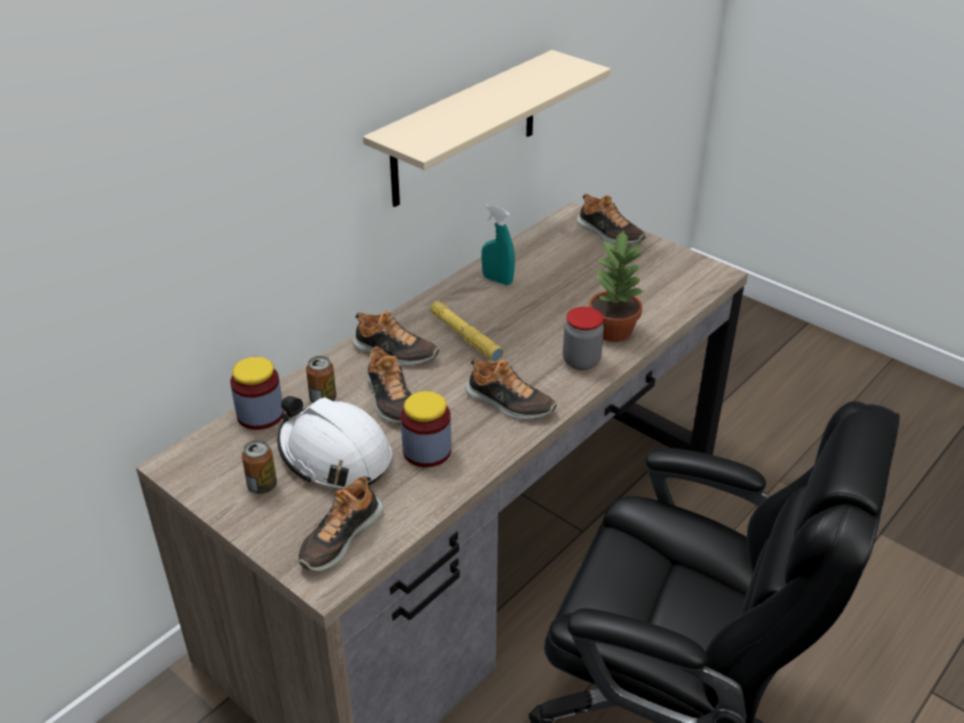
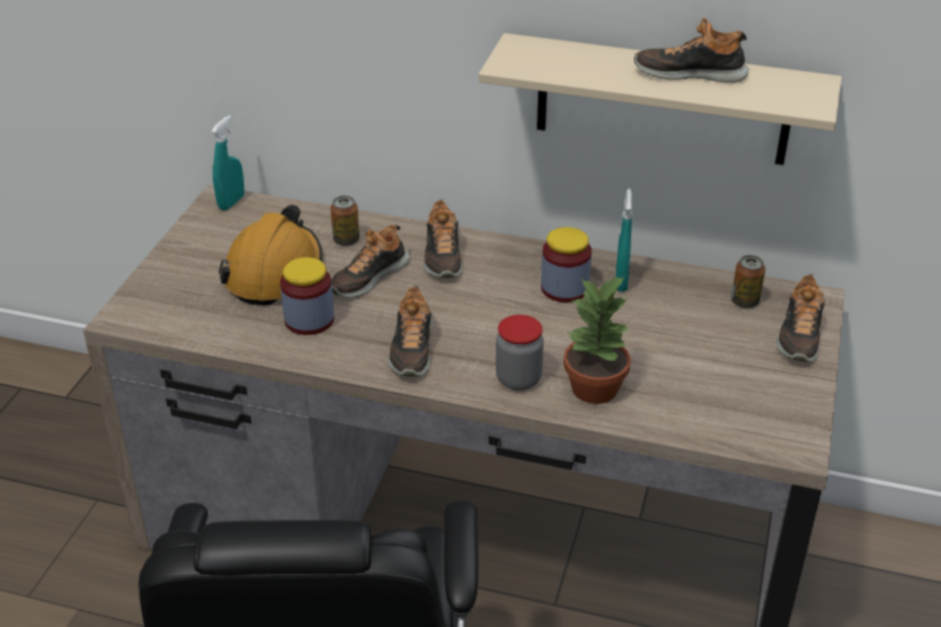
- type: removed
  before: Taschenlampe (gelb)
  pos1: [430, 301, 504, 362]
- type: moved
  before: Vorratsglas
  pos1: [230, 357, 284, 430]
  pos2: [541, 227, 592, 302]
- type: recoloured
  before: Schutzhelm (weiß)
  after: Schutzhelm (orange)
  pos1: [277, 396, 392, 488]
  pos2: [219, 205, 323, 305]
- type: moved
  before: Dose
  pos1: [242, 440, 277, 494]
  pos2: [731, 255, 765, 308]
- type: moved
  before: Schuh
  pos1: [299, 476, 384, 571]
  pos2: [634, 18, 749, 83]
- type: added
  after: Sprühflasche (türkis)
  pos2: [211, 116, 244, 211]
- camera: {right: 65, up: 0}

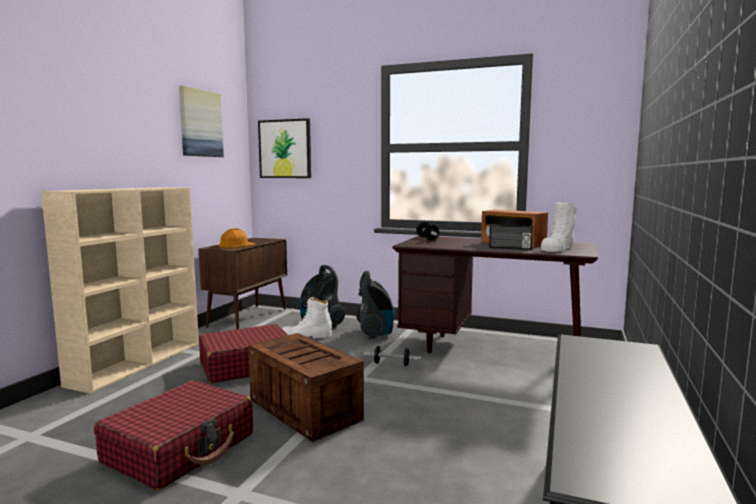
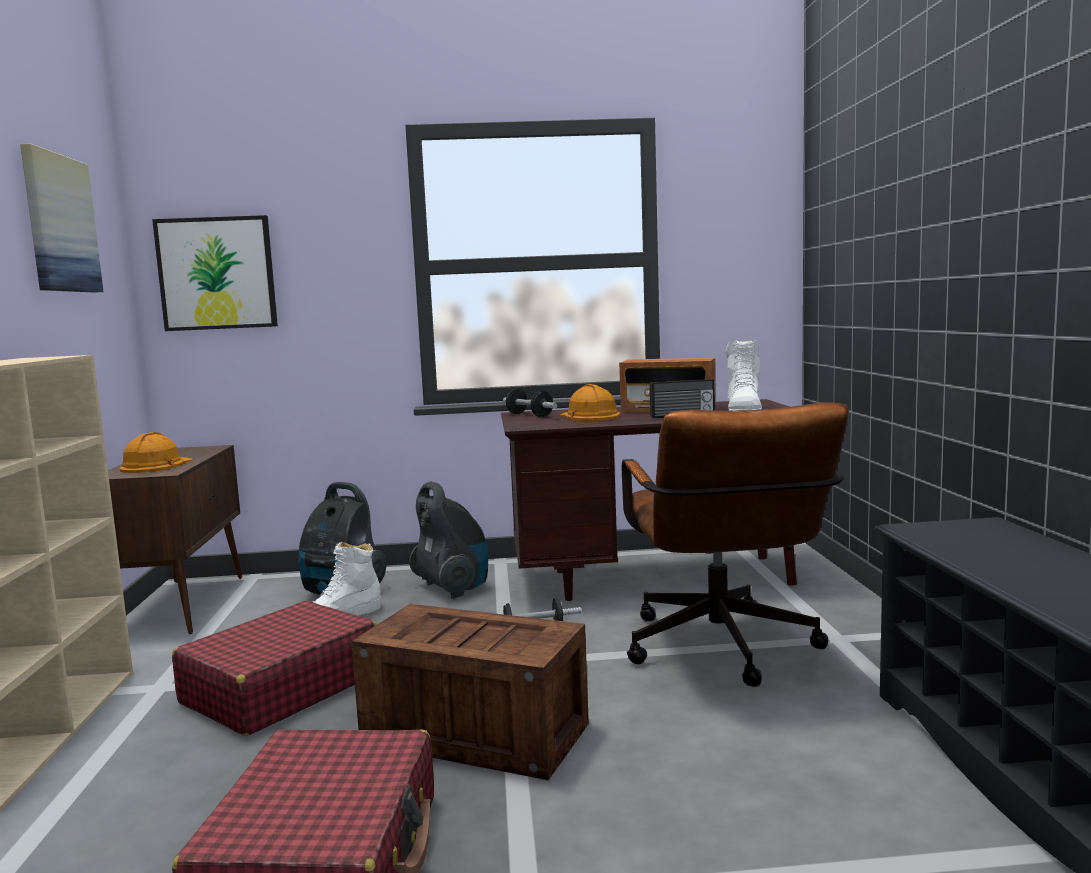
- type: added
  after: Schutzhelm (orange)
  pos2: [560, 384, 621, 421]
- type: added
  after: Bürostuhl (braun)
  pos2: [622, 402, 849, 687]
- camera: {right: -25, up: 0}

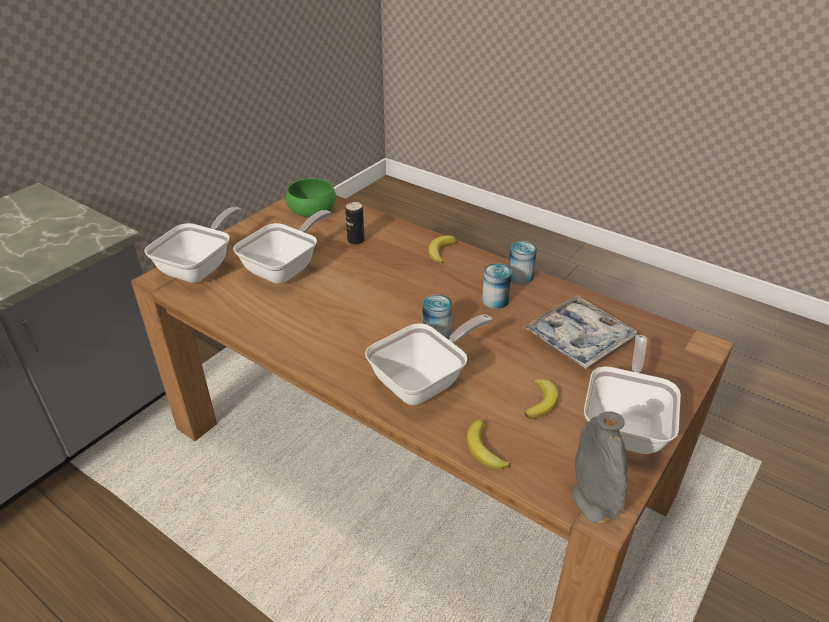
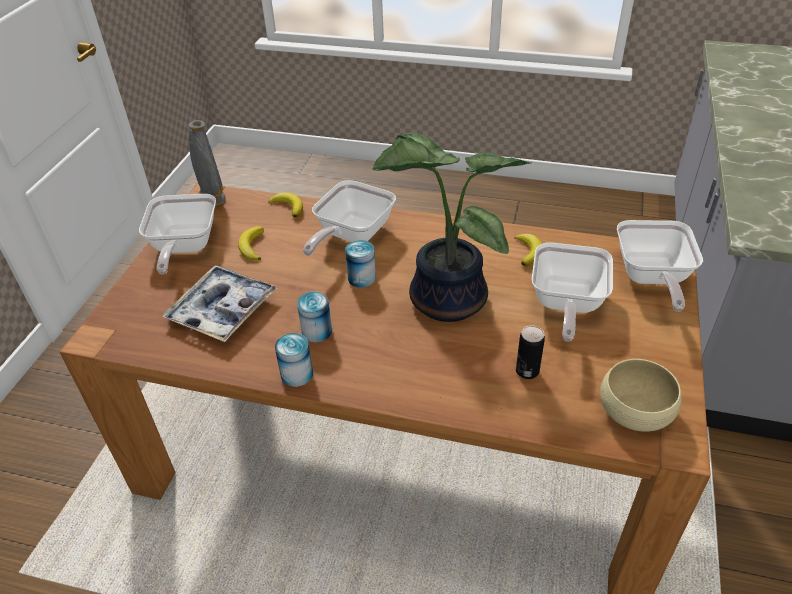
- type: recoloured
  before: Schüssel (grün)
  after: Schüssel (beige)
  pos1: [286, 178, 336, 217]
  pos2: [600, 359, 682, 432]
- type: moved
  before: Banane
  pos1: [428, 236, 456, 264]
  pos2: [515, 234, 541, 267]
- type: added
  after: Topfpflanze
  pos2: [372, 132, 532, 322]
- camera: {right: 160, up: 5}

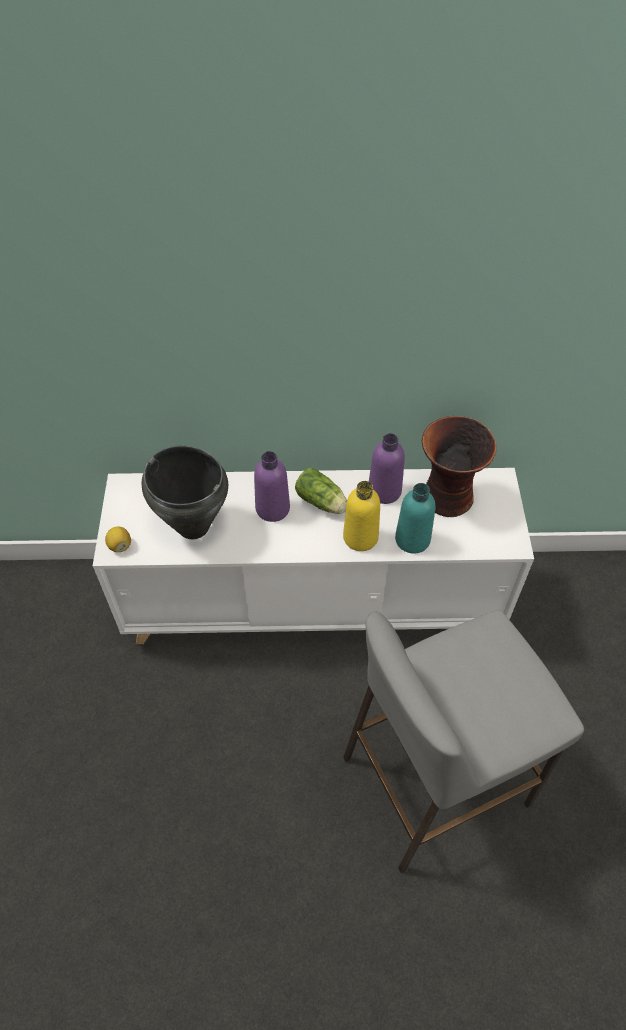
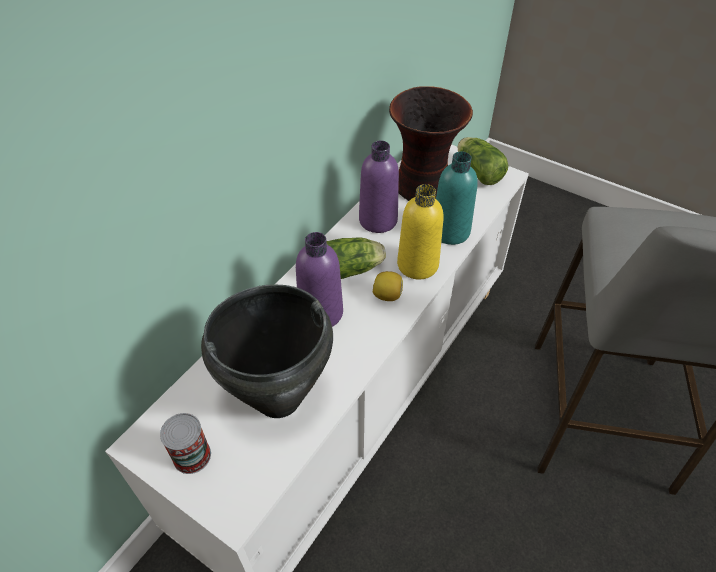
- type: moved
  before: Zitrone
  pos1: [105, 527, 131, 552]
  pos2: [373, 271, 403, 301]
- type: added
  after: Salatkopf
  pos2: [458, 137, 509, 185]
- type: added
  after: Dose
  pos2: [160, 413, 211, 474]
- camera: {right: -55, up: -5}

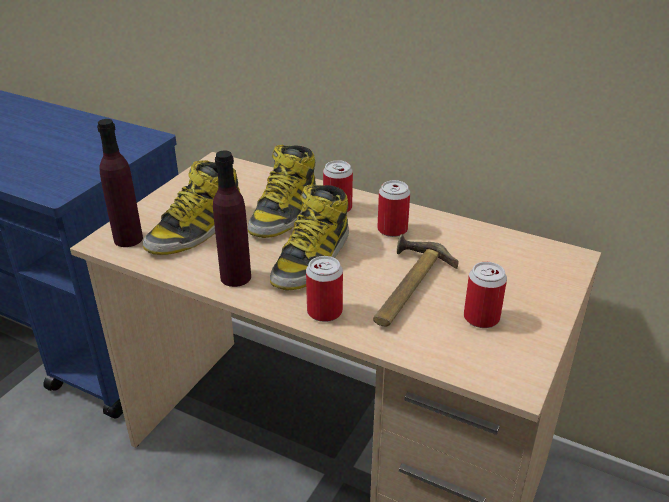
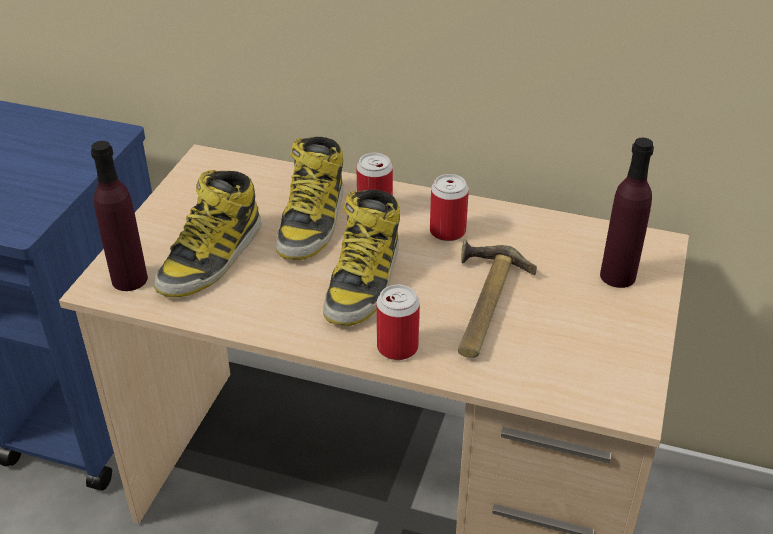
- type: moved
  before: Flasche (lila)
  pos1: [213, 151, 251, 287]
  pos2: [600, 138, 654, 288]
- type: removed
  before: Dose
  pos1: [464, 262, 507, 328]
- camera: {right: -10, up: 5}

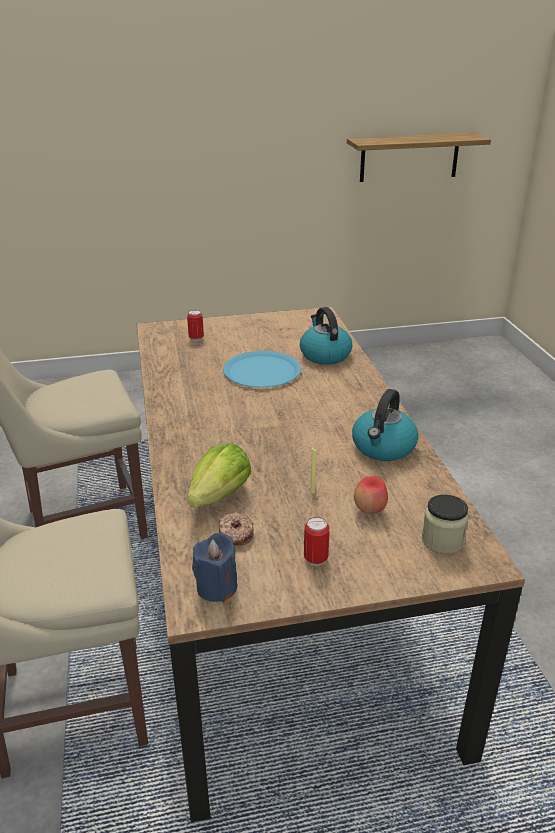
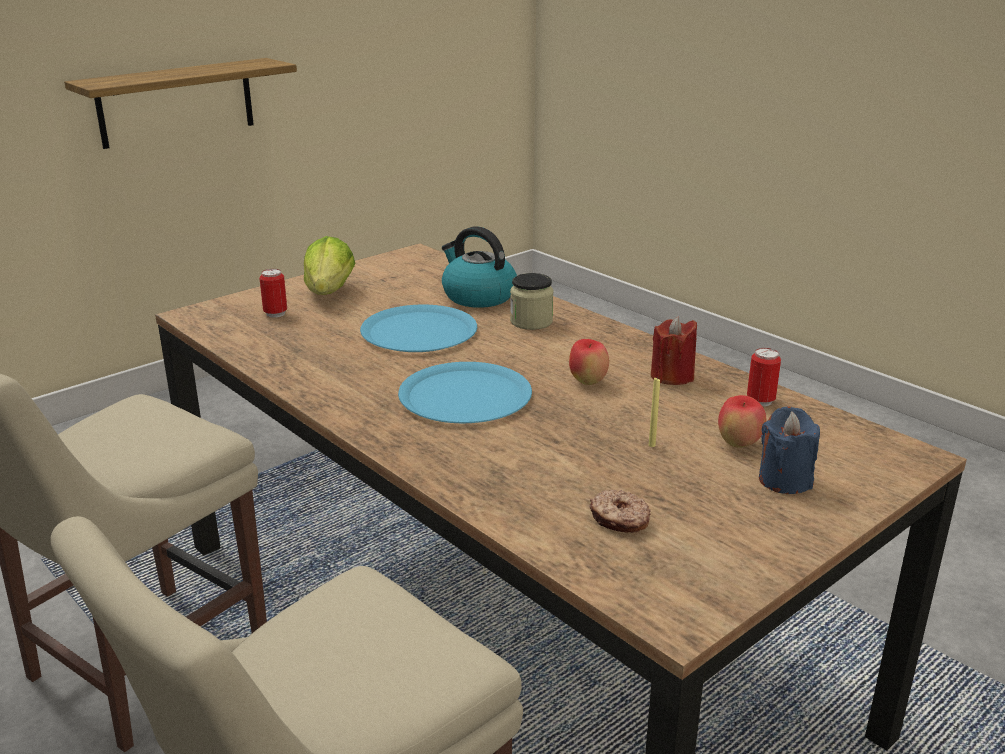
- type: moved
  before: Wandregal
  pos1: [347, 133, 491, 182]
  pos2: [64, 58, 297, 149]
- type: replaced
  before: Wasserkessel
  after: Kerze (rot)
  pos1: [352, 389, 419, 461]
  pos2: [651, 317, 697, 385]
- type: moved
  before: Salatkopf
  pos1: [187, 443, 251, 508]
  pos2: [304, 236, 355, 295]
- type: moved
  before: Vorratsglas
  pos1: [422, 494, 469, 554]
  pos2: [510, 273, 554, 330]
- type: moved
  before: Dose
  pos1: [304, 517, 330, 566]
  pos2: [747, 348, 781, 407]
- type: moved
  before: Kerze (blau)
  pos1: [192, 533, 237, 602]
  pos2: [759, 406, 820, 494]
- type: added
  after: Apfel
  pos2: [569, 339, 609, 385]
- type: added
  after: Teller (blau)
  pos2: [398, 362, 532, 423]
- camera: {right: -30, up: -5}

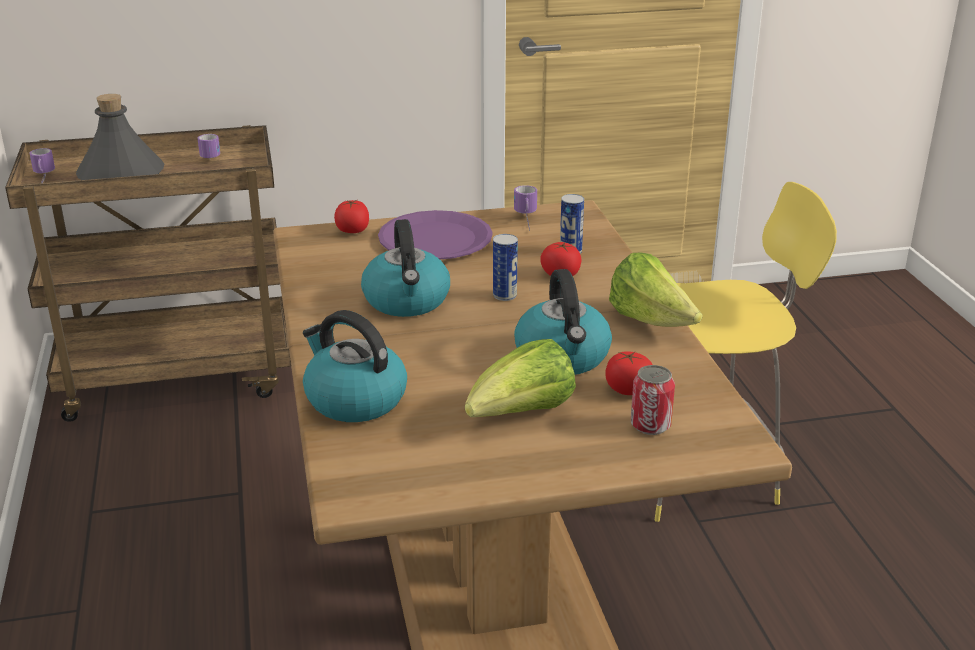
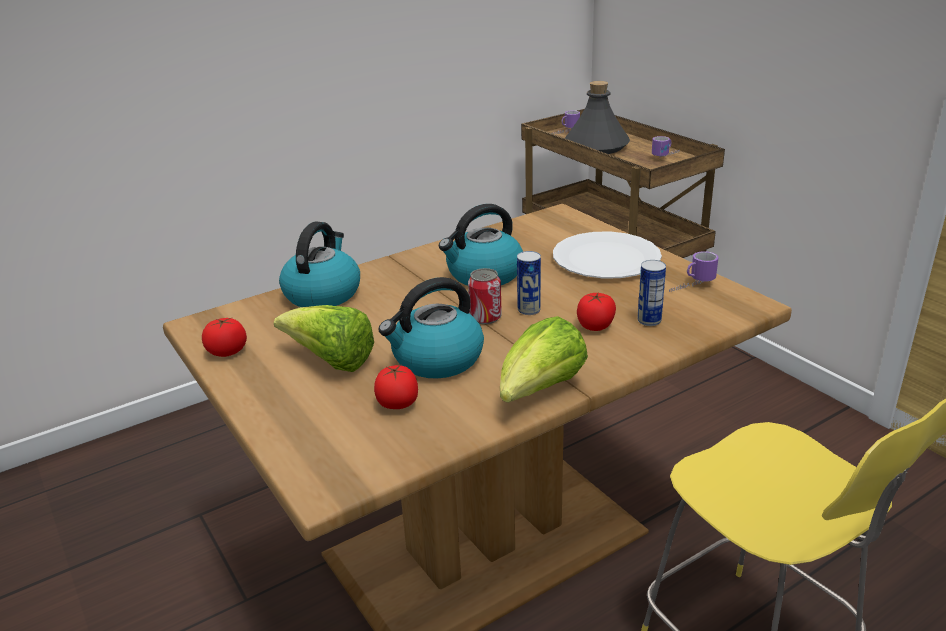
- type: moved
  before: Tomate
  pos1: [334, 200, 369, 233]
  pos2: [202, 318, 247, 357]
- type: recoloured
  before: Teller (lila)
  after: Teller (weiß)
  pos1: [378, 210, 493, 259]
  pos2: [553, 232, 662, 278]
- type: moved
  before: Dose
  pos1: [631, 365, 675, 435]
  pos2: [468, 268, 502, 324]
- camera: {right: 70, up: 0}

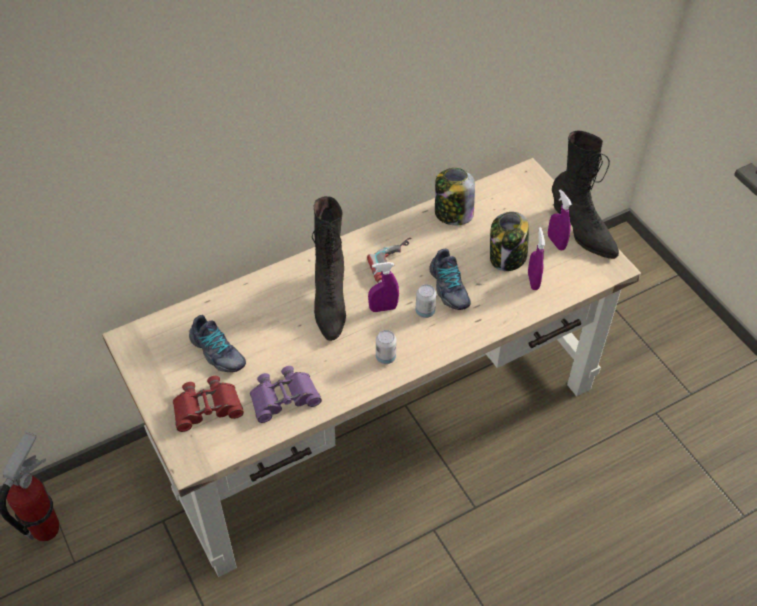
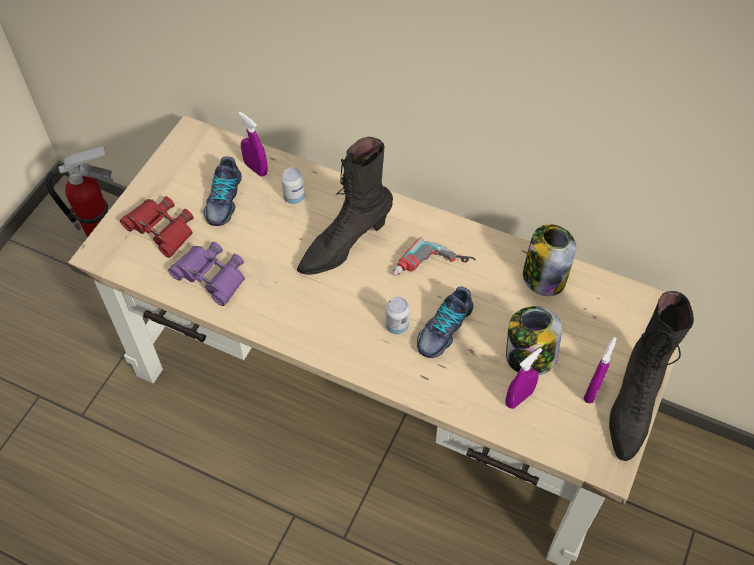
- type: moved
  before: Sprühflasche (lila)
  pos1: [368, 262, 399, 312]
  pos2: [238, 112, 268, 176]
- type: moved
  before: Dose
  pos1: [376, 330, 397, 364]
  pos2: [281, 167, 305, 204]
- camera: {right: 55, up: 5}

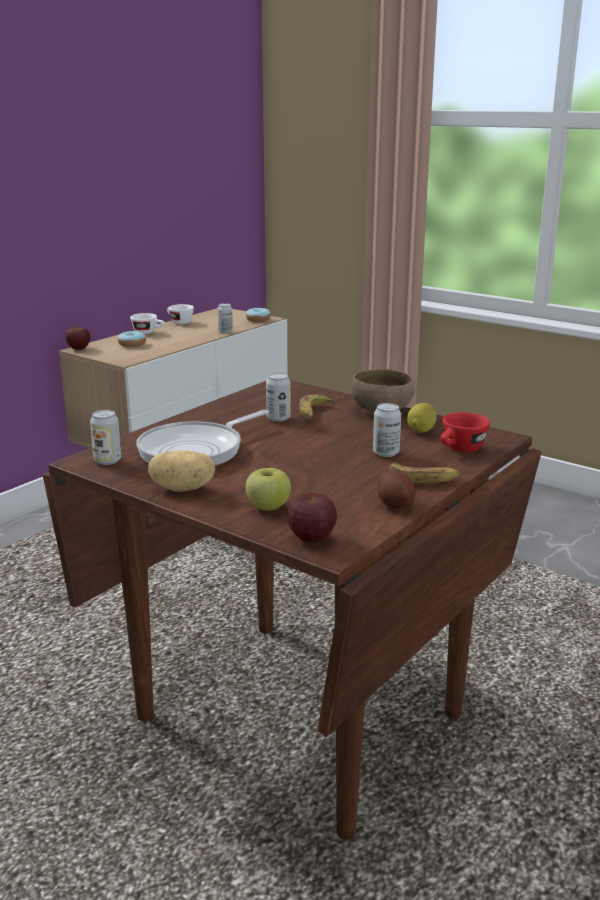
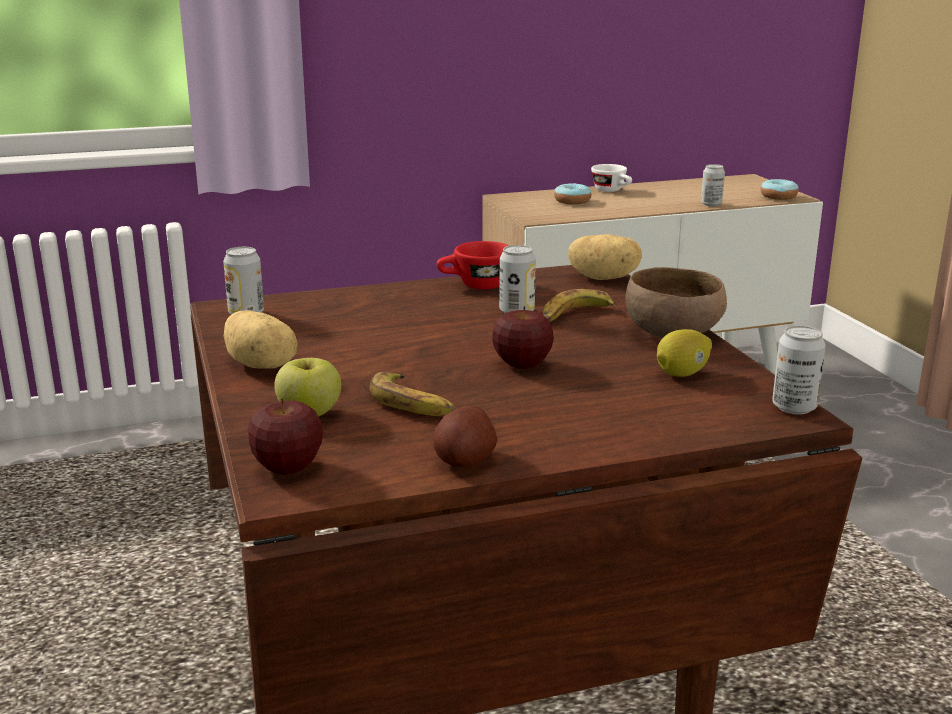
- type: removed
  before: Tasse (weiß)
  pos1: [167, 304, 194, 324]
- type: moved
  before: Apfel
  pos1: [65, 327, 90, 350]
  pos2: [492, 306, 554, 369]
- type: moved
  before: Dose
  pos1: [373, 403, 401, 457]
  pos2: [772, 326, 826, 415]
- type: removed
  before: Pfanne
  pos1: [136, 410, 269, 466]
- type: moved
  before: Tasse (rot)
  pos1: [440, 412, 490, 452]
  pos2: [437, 241, 509, 289]
- type: moved
  before: Banane
  pos1: [389, 463, 460, 483]
  pos2: [370, 372, 455, 416]
- type: added
  after: Kartoffel
  pos2: [568, 234, 642, 280]
- camera: {right: 35, up: 0}

